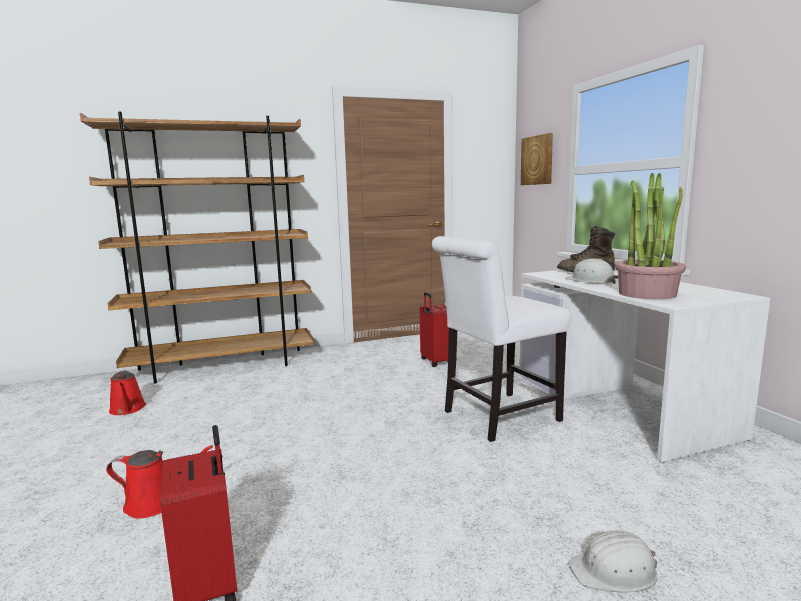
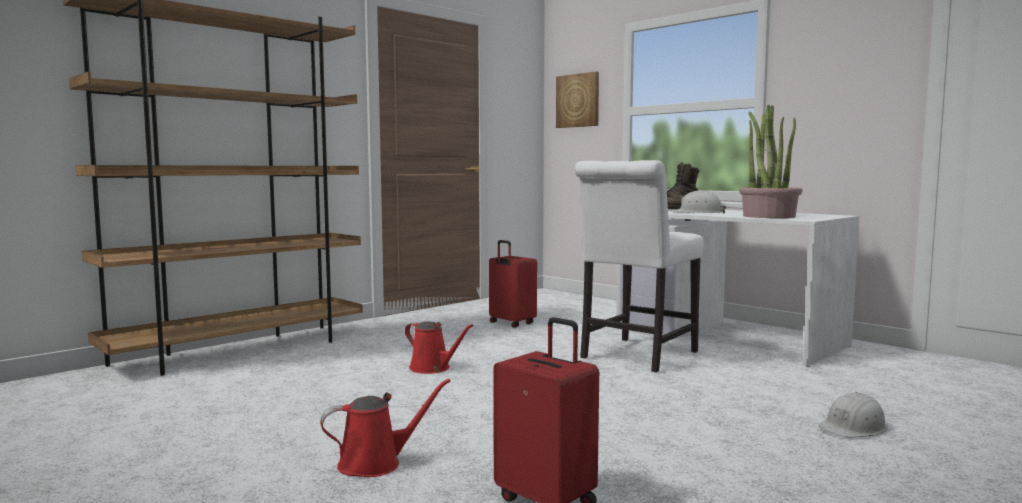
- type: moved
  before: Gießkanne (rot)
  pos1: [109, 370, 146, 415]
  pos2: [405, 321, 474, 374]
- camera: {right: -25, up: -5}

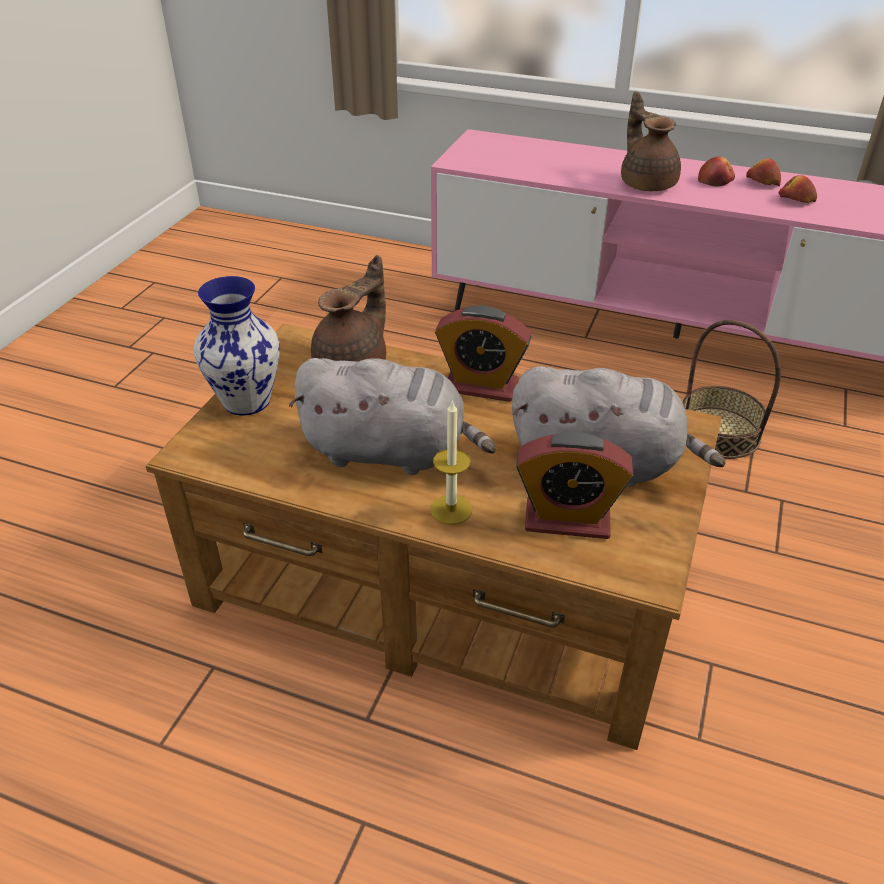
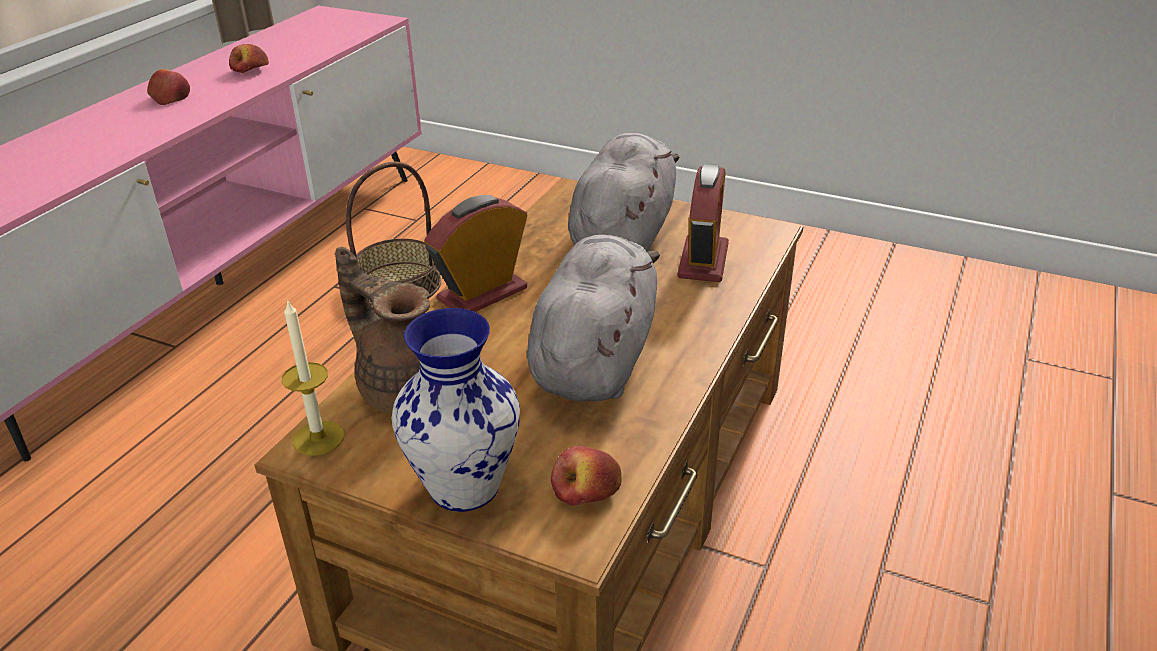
- type: removed
  before: Teekanne (braun)
  pos1: [621, 92, 681, 191]
- type: moved
  before: Apfel
  pos1: [746, 159, 781, 187]
  pos2: [551, 446, 621, 506]
- type: turned
  before: Wecker
  pos1: [435, 305, 531, 402]
  pos2: [424, 195, 527, 312]
  turn: -150
- type: moved
  before: Kerze
  pos1: [430, 400, 472, 525]
  pos2: [282, 299, 344, 456]
- camera: {right: -85, up: -5}

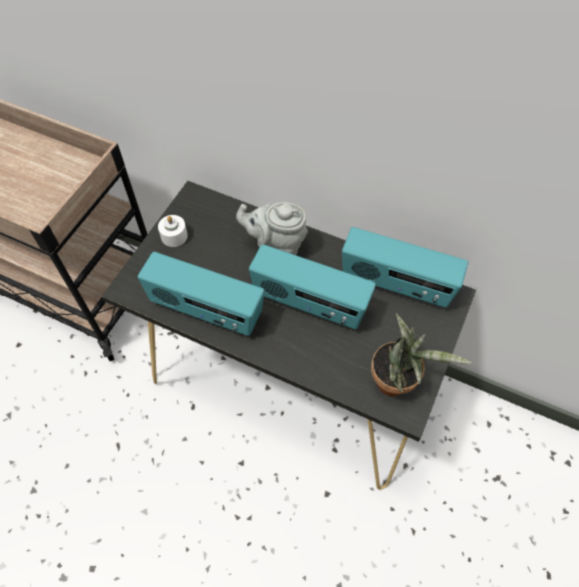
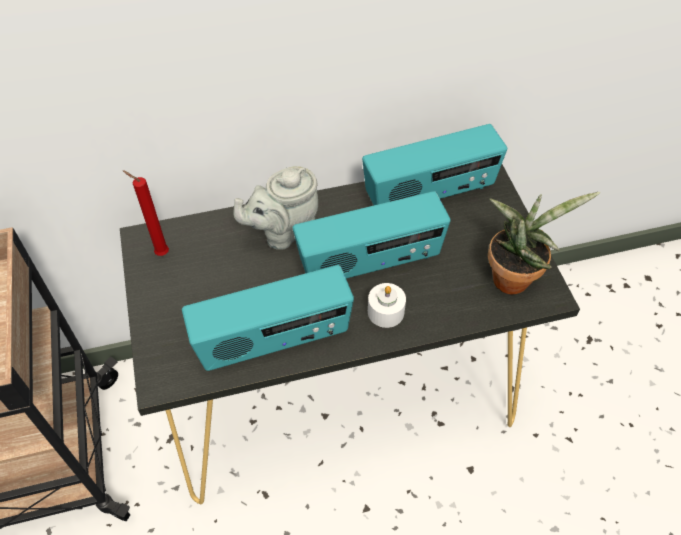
- type: moved
  before: Kerze (weiß)
  pos1: [158, 215, 188, 247]
  pos2: [368, 283, 406, 328]
- type: added
  after: Kerze (rot)
  pos2: [123, 170, 169, 256]
- camera: {right: -40, up: -5}

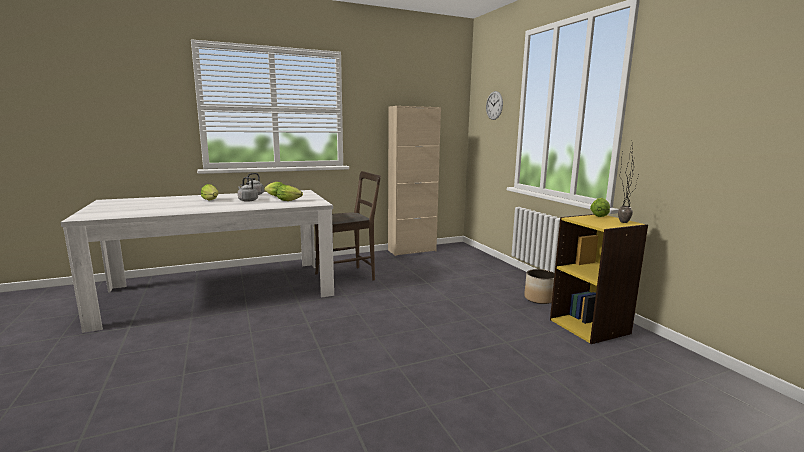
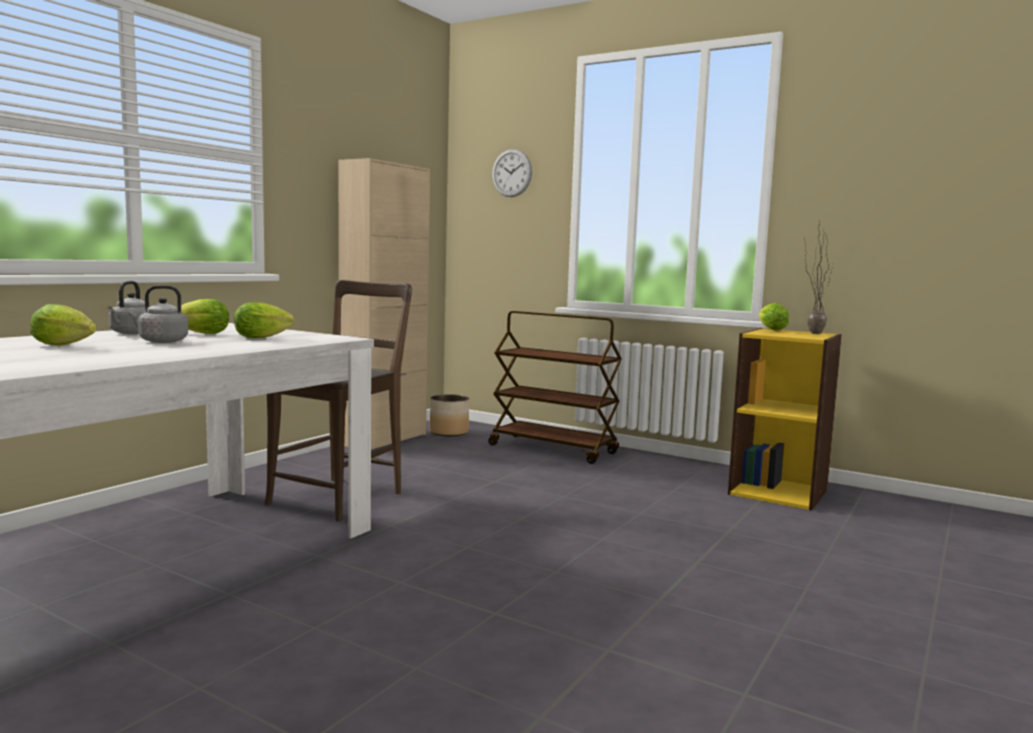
- type: moved
  before: Pflanzkübel
  pos1: [524, 269, 555, 304]
  pos2: [430, 394, 469, 436]
- type: added
  after: Rollwagen (braun)
  pos2: [488, 311, 622, 464]
- camera: {right: -35, up: -5}

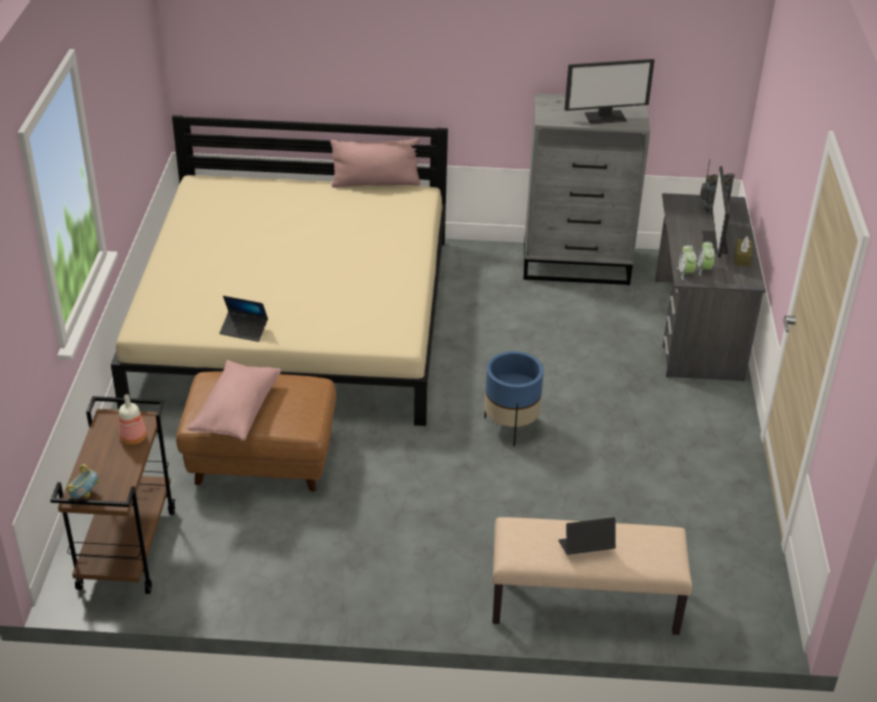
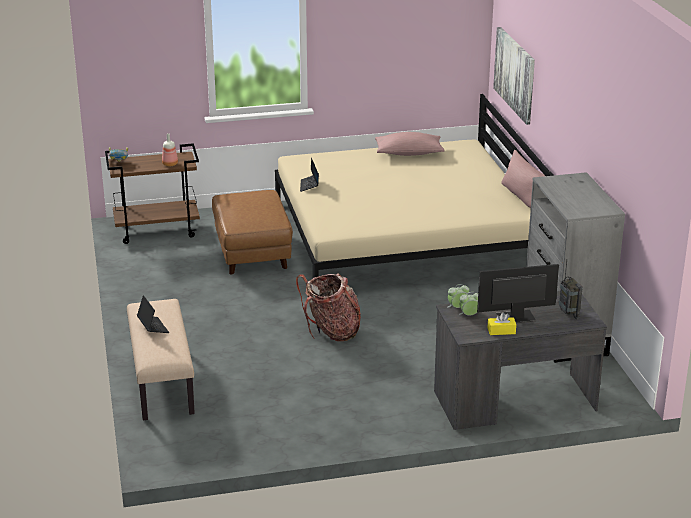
- type: removed
  before: Monitor
  pos1: [564, 59, 654, 124]
- type: recoloured
  before: Taschentuchbox (braun)
  after: Taschentuchbox (gelb)
  pos1: [734, 236, 752, 267]
  pos2: [488, 312, 516, 335]
- type: replaced
  before: Pflanzkübel (blau)
  after: Rucksack
  pos1: [484, 351, 544, 446]
  pos2: [296, 273, 361, 341]
- type: moved
  before: Kissen (rosa)
  pos1: [187, 360, 281, 441]
  pos2: [375, 132, 444, 156]
- type: added
  after: Bild
  pos2: [493, 27, 535, 125]
- camera: {right: 75, up: -10}

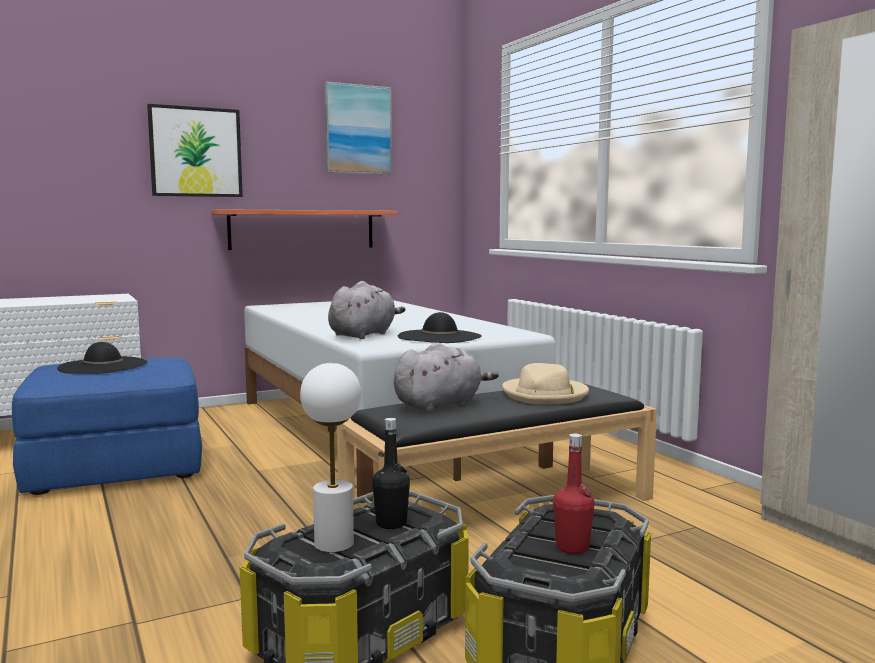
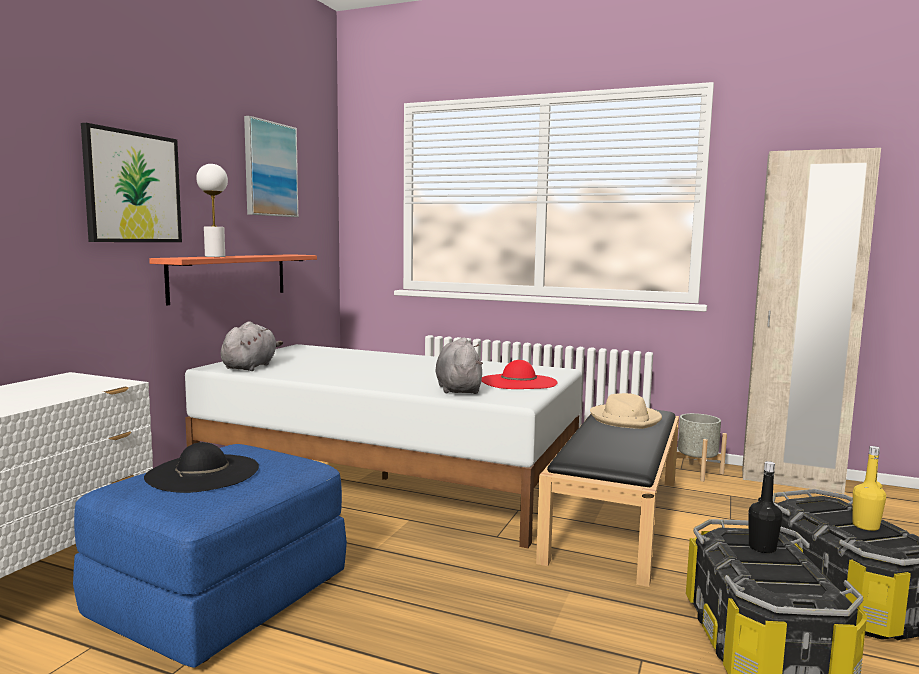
- type: recoloured
  before: Hut (schwarz)
  after: Hut (rot)
  pos1: [398, 312, 482, 343]
  pos2: [481, 360, 557, 389]
- type: moved
  before: Plüschtier (grau)
  pos1: [394, 342, 499, 413]
  pos2: [221, 321, 283, 371]
- type: moved
  before: Tischlampe (weiß)
  pos1: [300, 363, 361, 552]
  pos2: [196, 164, 228, 257]
- type: recoloured
  before: Flasche (rot)
  after: Flasche (gelb)
  pos1: [553, 433, 595, 554]
  pos2: [852, 446, 886, 531]
- type: added
  after: Pflanzkübel (grau)
  pos2: [676, 413, 727, 482]
- camera: {right: -40, up: 0}

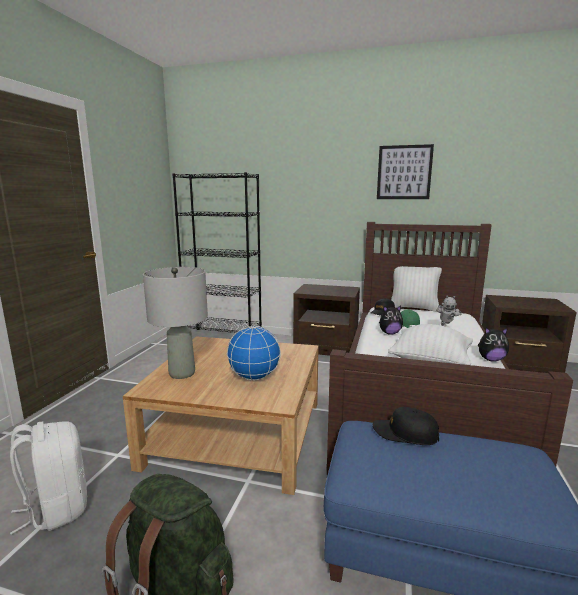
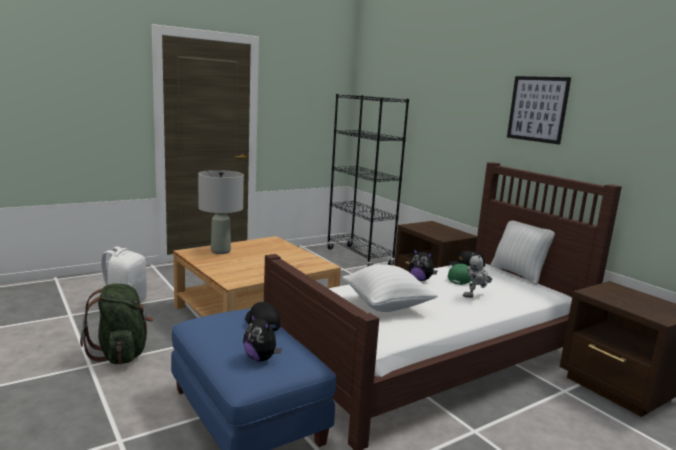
- type: removed
  before: Globus
  pos1: [227, 326, 281, 380]
- type: moved
  before: Plüschtier
  pos1: [478, 328, 509, 362]
  pos2: [243, 313, 282, 361]
- camera: {right: 40, up: 0}

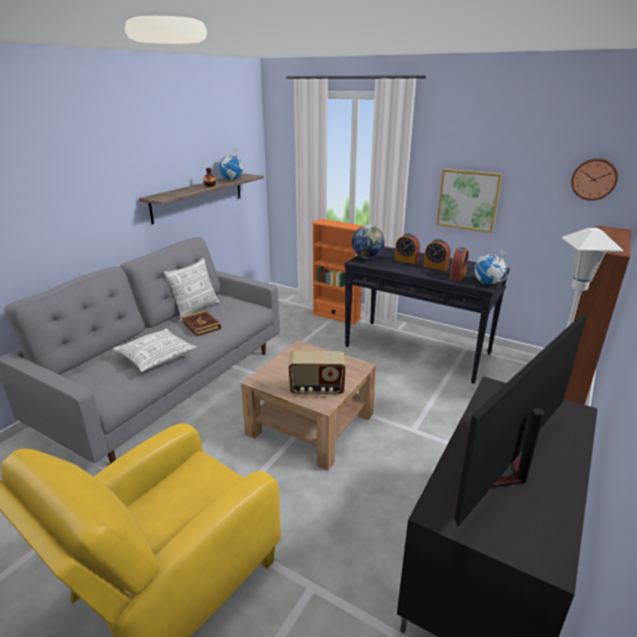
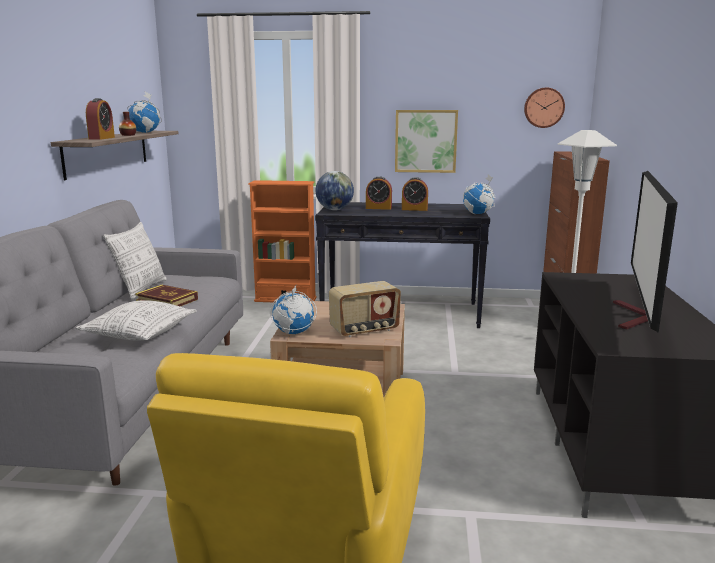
- type: moved
  before: Wecker
  pos1: [450, 247, 469, 282]
  pos2: [86, 98, 115, 140]
- type: added
  after: Globus
  pos2: [270, 286, 317, 334]
- camera: {right: -25, up: -10}

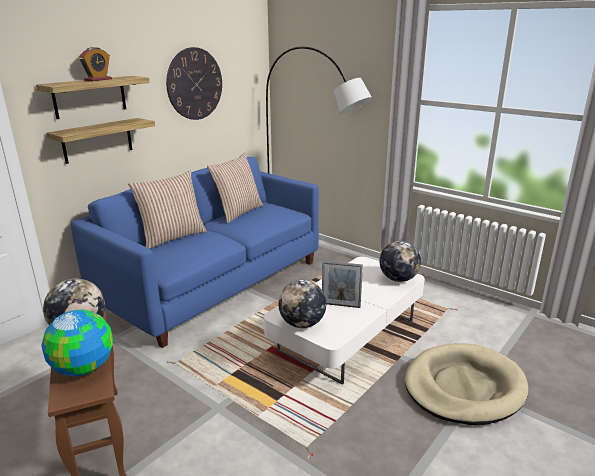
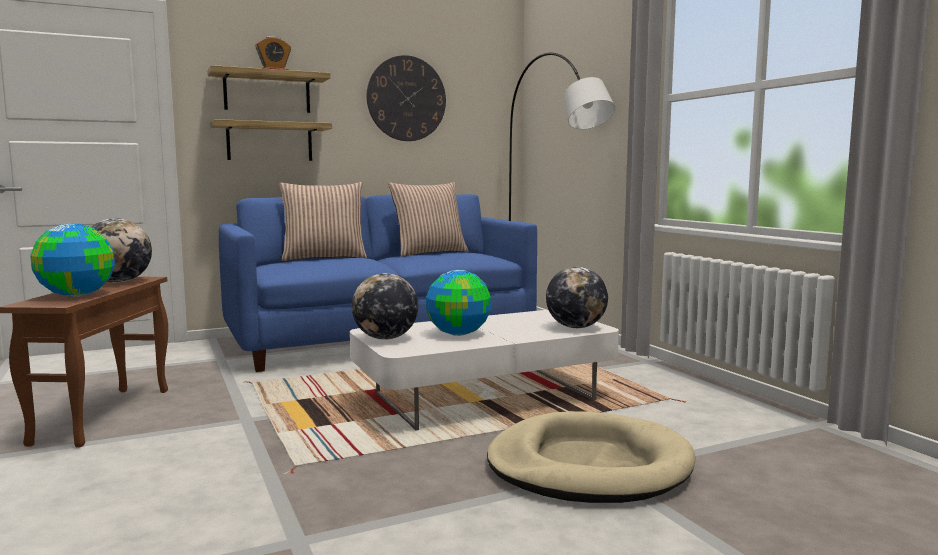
- type: replaced
  before: Bilderrahmen
  after: Globus
  pos1: [322, 261, 363, 308]
  pos2: [426, 270, 491, 336]
- camera: {right: 25, up: -15}

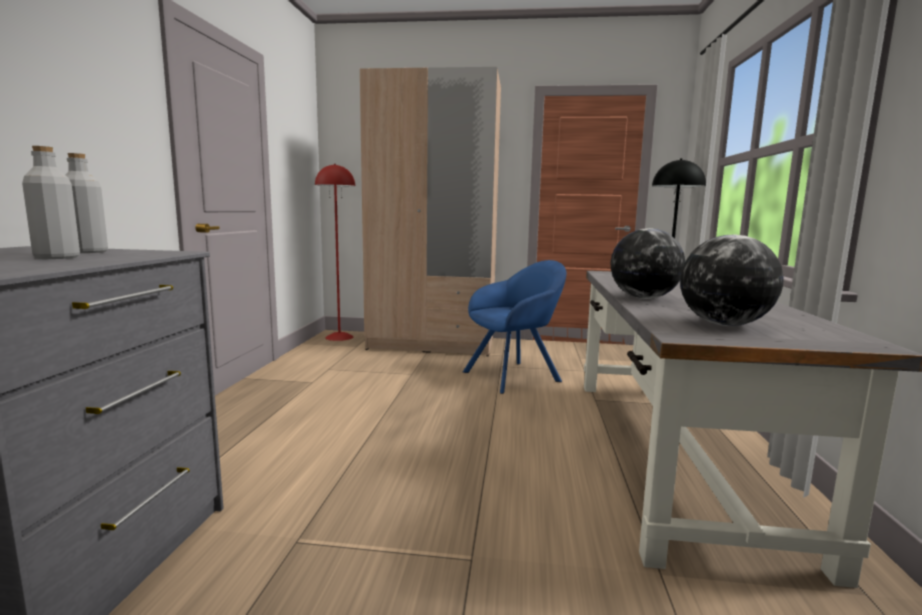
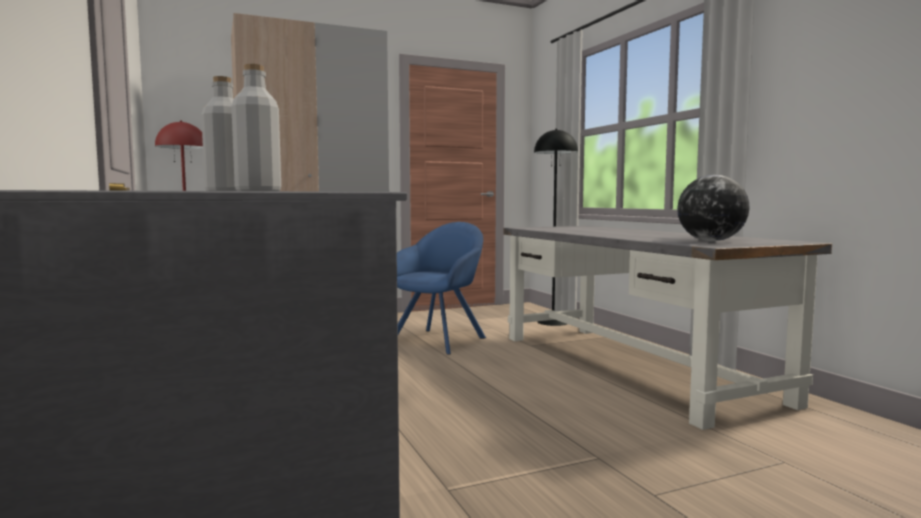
- type: removed
  before: Globus
  pos1: [611, 228, 685, 299]
- camera: {right: -30, up: -5}

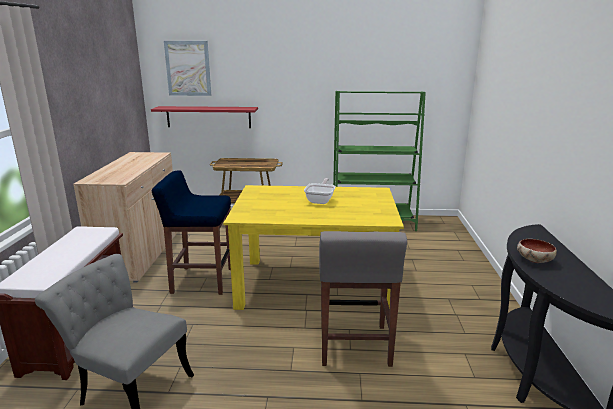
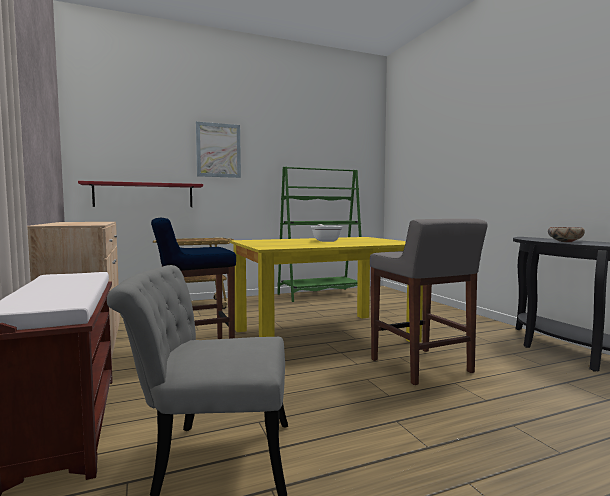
- type: moved
  before: Bild
  pos1: [164, 41, 212, 96]
  pos2: [196, 122, 241, 178]
- camera: {right: -25, up: -15}

